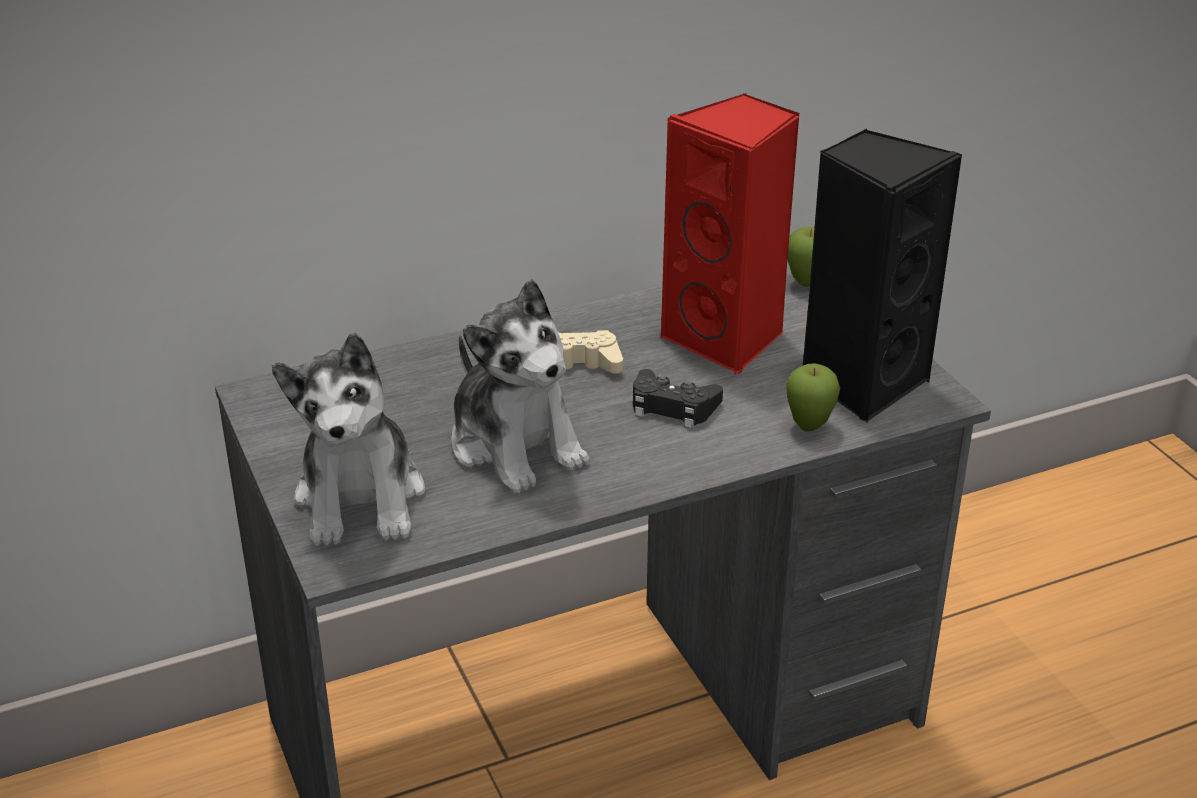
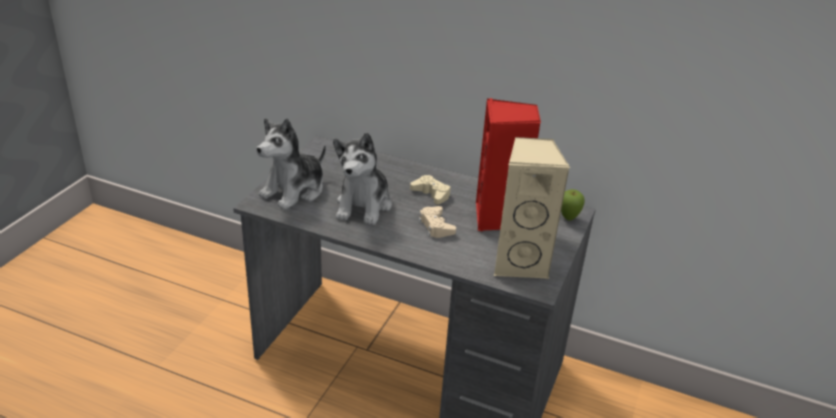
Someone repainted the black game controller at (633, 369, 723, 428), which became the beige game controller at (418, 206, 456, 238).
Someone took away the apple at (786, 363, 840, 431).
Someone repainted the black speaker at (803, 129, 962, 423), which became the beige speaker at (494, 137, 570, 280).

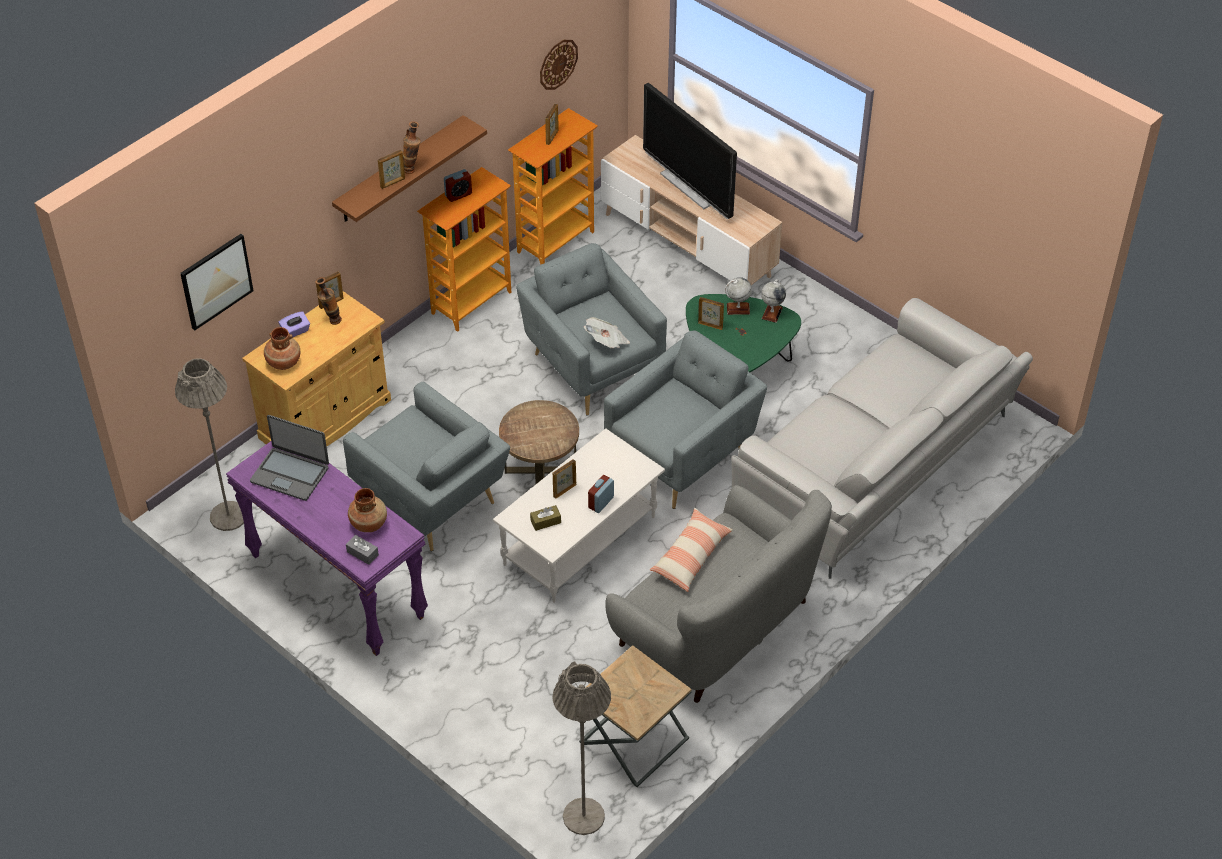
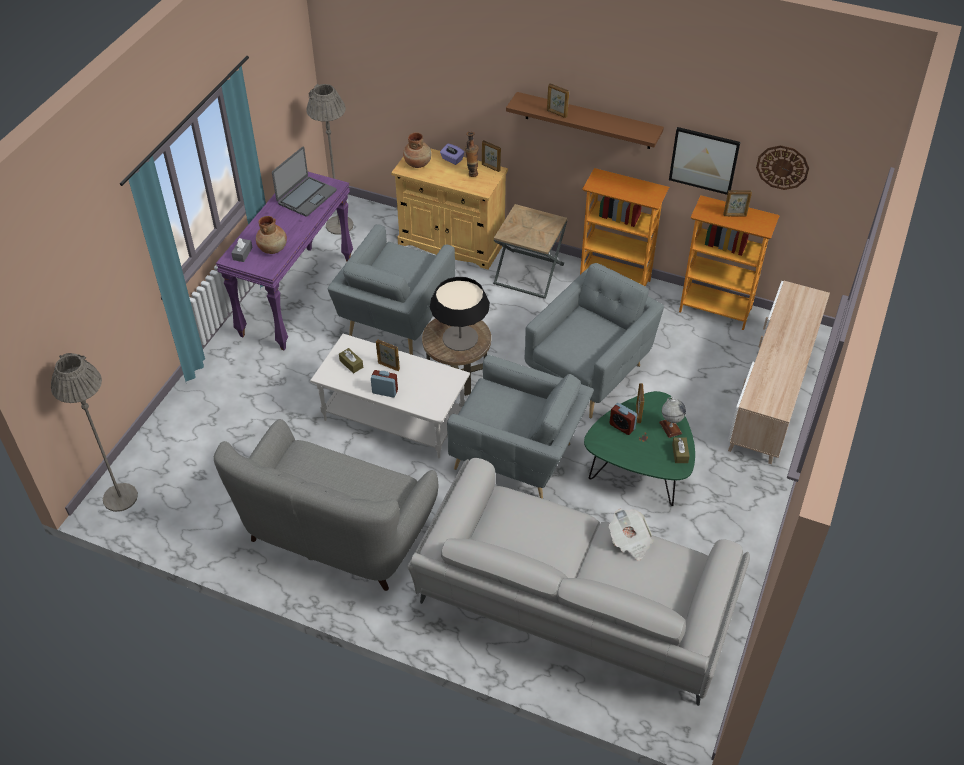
Someone carried the picture from (180, 234, 254, 330) to (669, 127, 740, 195).
Someone rotated the laptop at (250, 415, 329, 501) by 150 degrees counterclockwise.
Someone took away the vase at (403, 122, 421, 174).
Someone carried the alarm clock from (444, 169, 472, 202) to (609, 403, 637, 435).
Someone carried the brown side table from (579, 645, 692, 787) to (493, 204, 567, 299).
Someone carried the newspaper from (584, 317, 630, 349) to (609, 508, 654, 560).
Someone took away the television at (643, 83, 737, 220).
Someone took away the pillow at (650, 508, 733, 592).
Someone swapped the globe at (761, 279, 786, 323) for the brown tissue box at (672, 437, 690, 463).
Someone put down the table lamp at (430, 277, 490, 351).

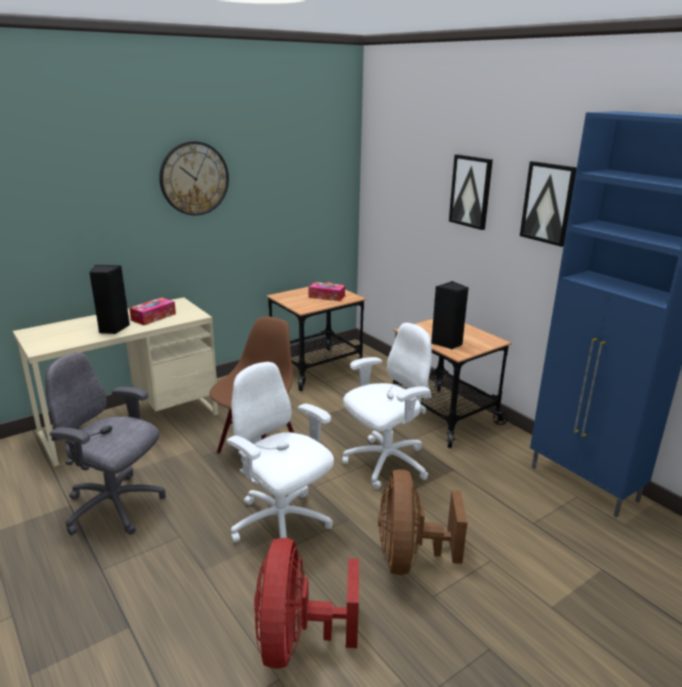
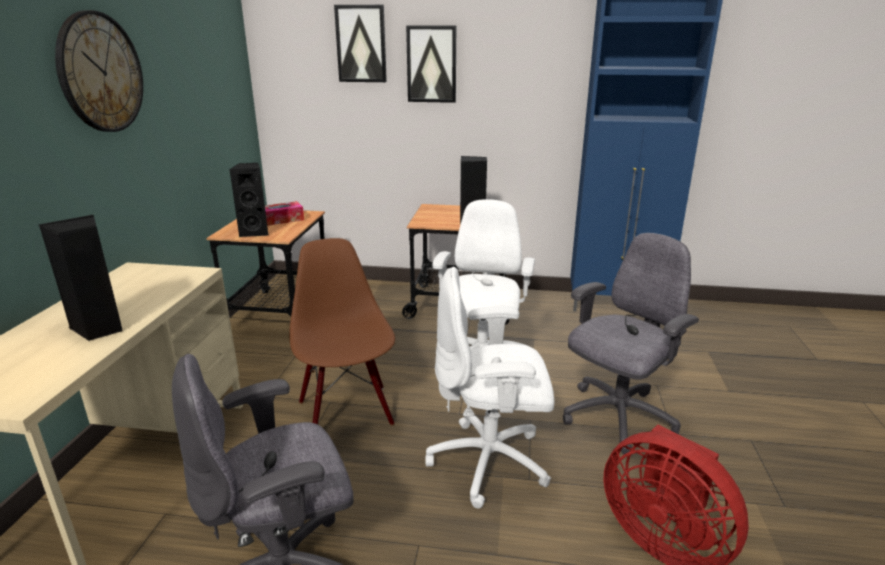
Someone took away the tissue box at (129, 297, 176, 325).
Someone swapped the brown fan at (378, 469, 468, 575) for the grey office chair at (563, 233, 699, 455).
Someone carried the picture from (520, 161, 577, 247) to (334, 5, 387, 82).
Someone put down the black speaker at (229, 163, 269, 237).

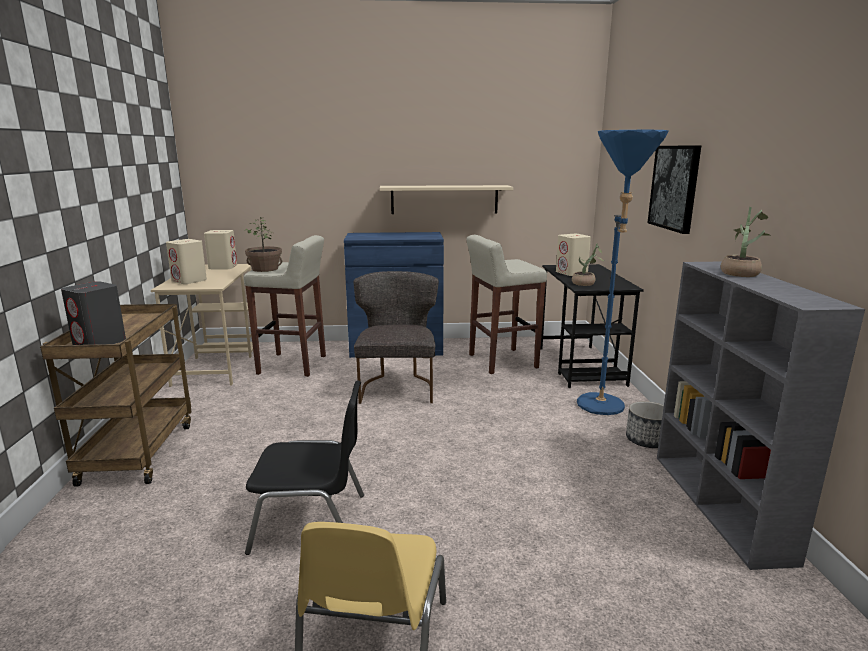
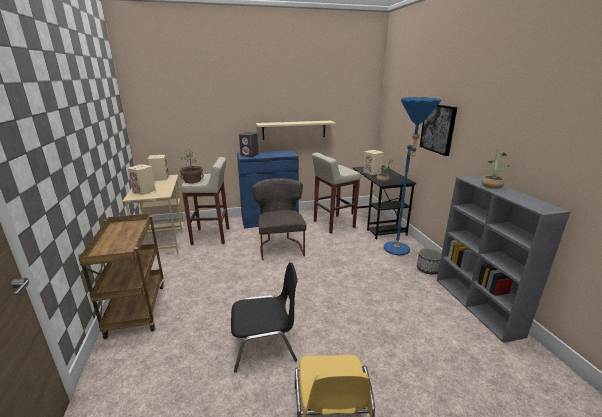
Someone carried the grey speaker from (61, 281, 126, 345) to (239, 132, 259, 157).

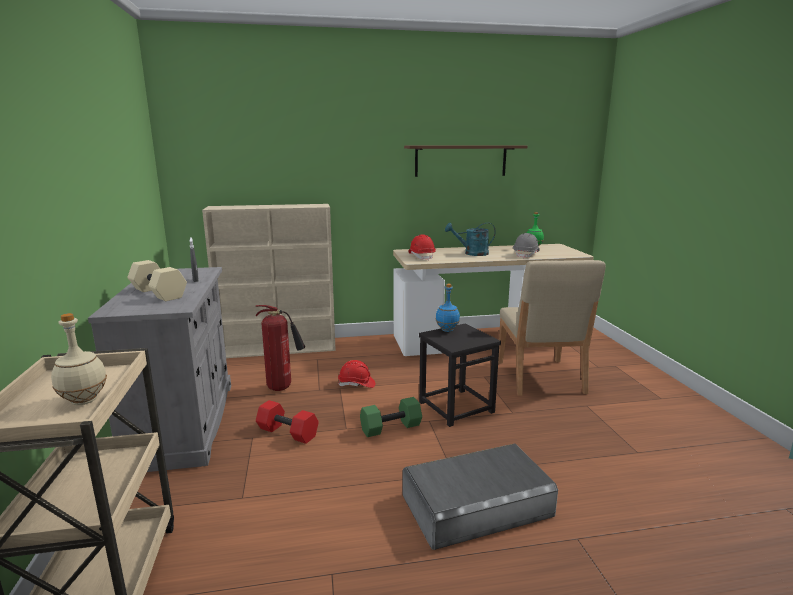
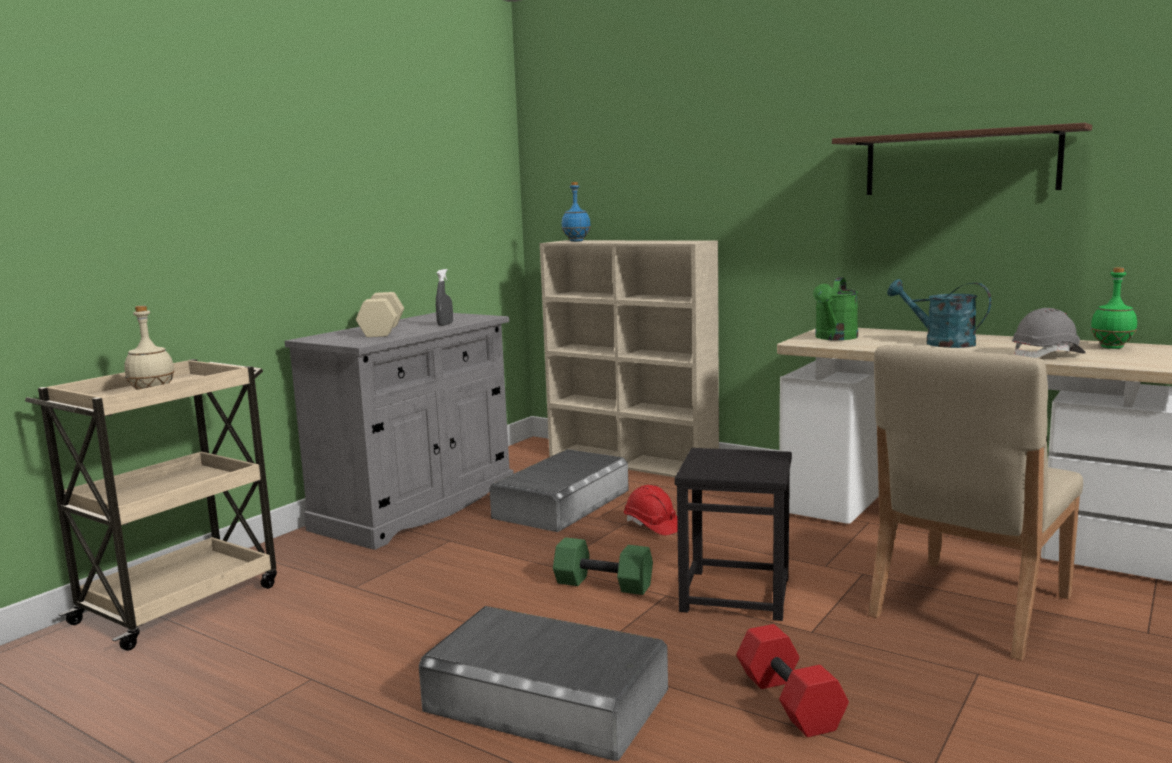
Someone swapped the fire extinguisher at (256, 305, 305, 391) for the grey storage box at (489, 449, 629, 532).
Someone carried the red dumbbell from (256, 400, 319, 444) to (737, 624, 849, 737).
Someone swapped the red hard hat at (408, 235, 436, 261) for the green watering can at (813, 277, 858, 340).
Someone carried the blue bottle from (436, 284, 460, 332) to (562, 182, 591, 242).

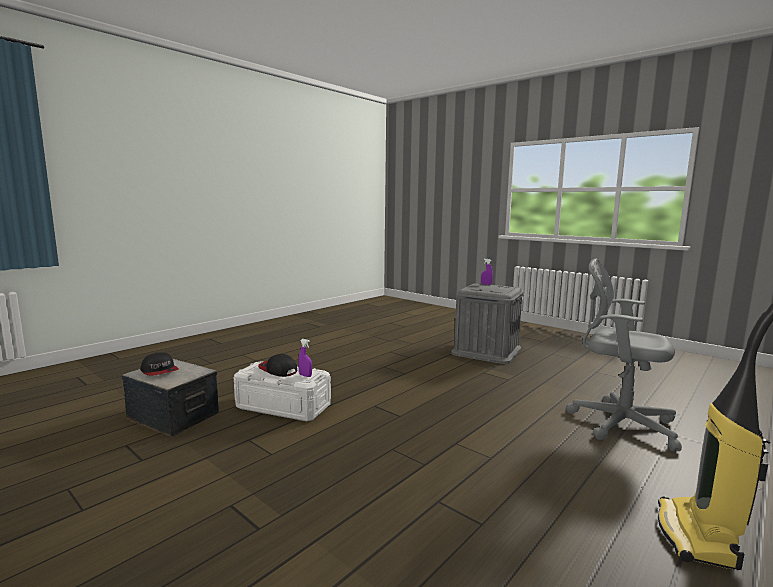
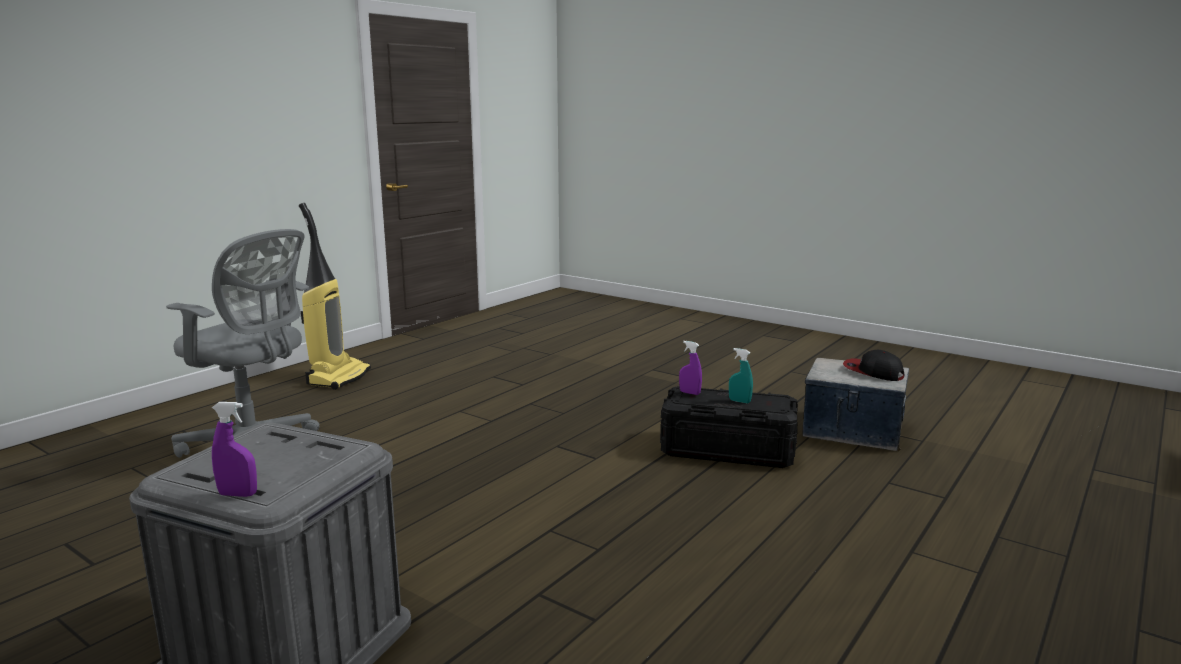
Someone repainted the white storage box at (234, 361, 331, 421), which became the black storage box at (660, 386, 798, 468).
Someone swapped the cap at (258, 354, 297, 377) for the turquoise spray bottle at (729, 348, 753, 403).

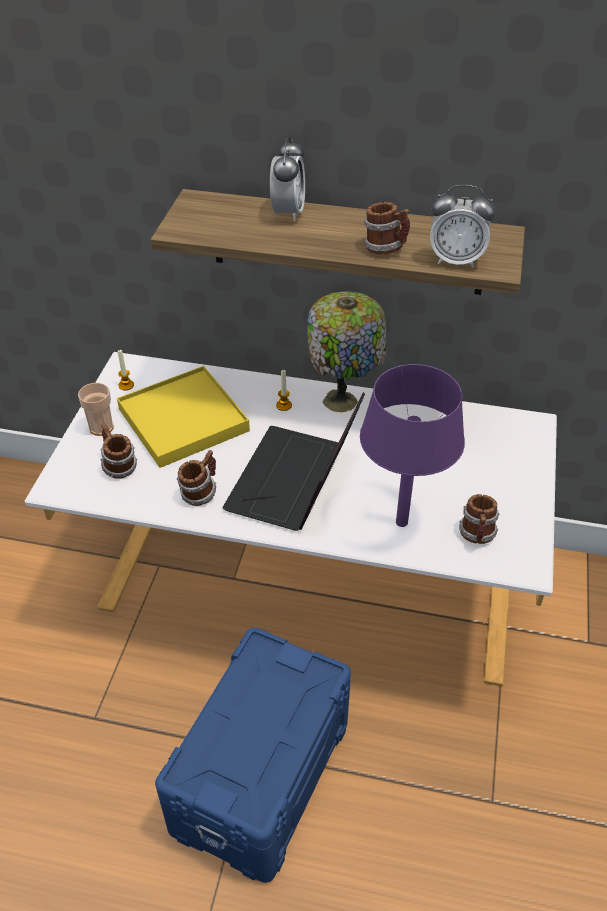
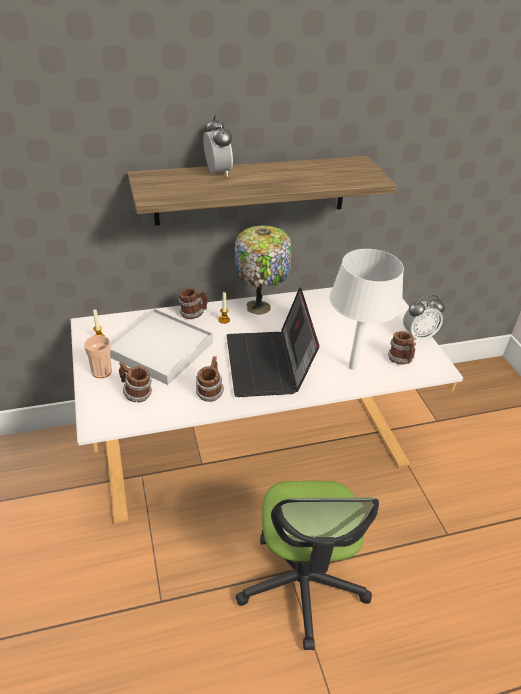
Someone repainted the yellow tray at (117, 366, 250, 468), which became the white tray at (110, 308, 213, 385).
Someone swapped the blue storage box at (155, 628, 351, 883) for the office chair at (236, 481, 379, 650).
Someone repainted the purple table lamp at (360, 364, 465, 527), which became the white table lamp at (329, 249, 404, 370).
Someone carried the mug from (364, 202, 410, 255) to (179, 288, 208, 319).
Someone carried the alarm clock from (430, 184, 496, 268) to (403, 295, 445, 340).

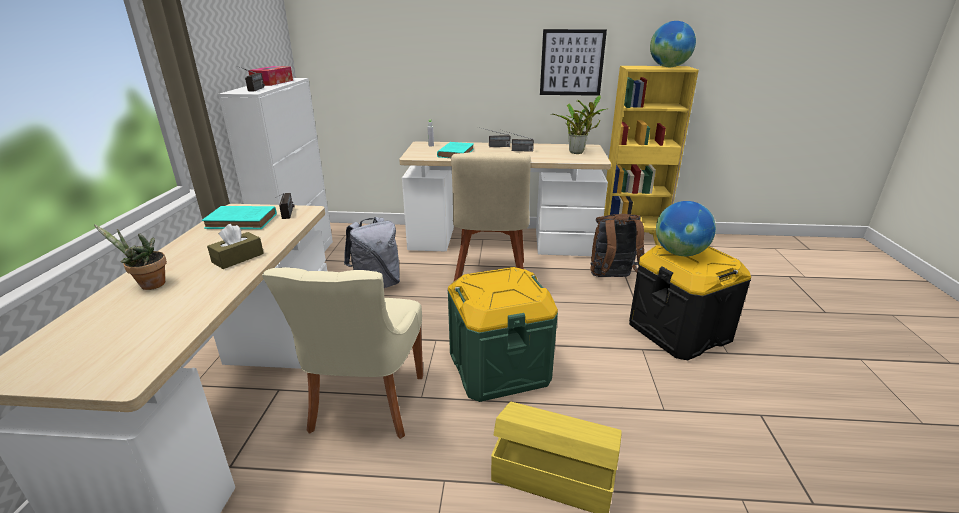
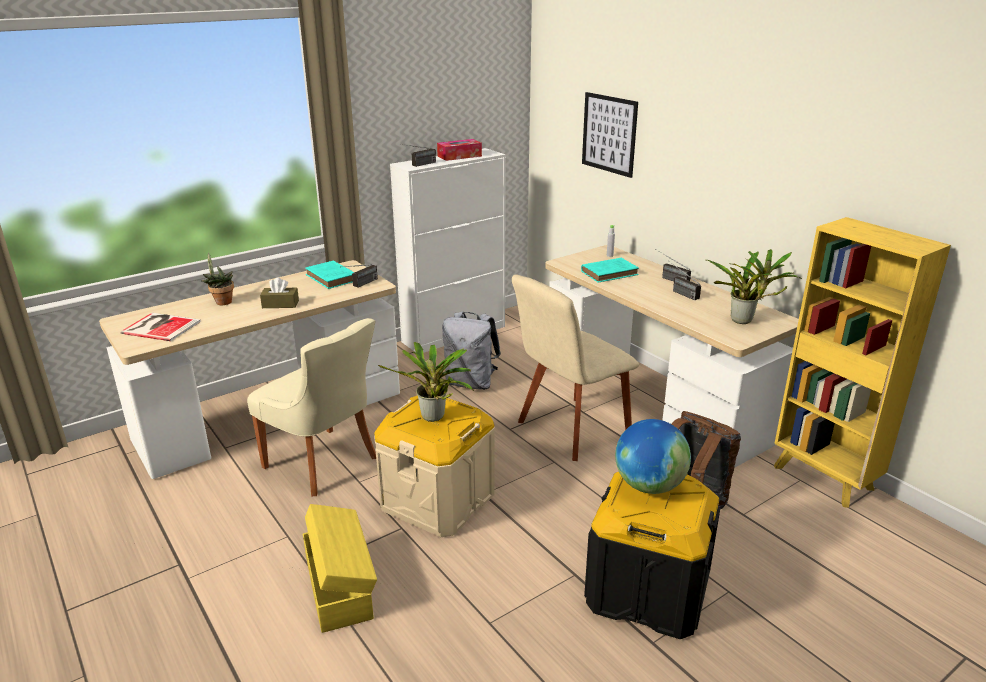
Someone rotated the beige chair at (262, 267, 423, 439) by 105 degrees counterclockwise.
Someone repainted the green storage box at (447, 267, 558, 402), which became the beige storage box at (374, 396, 495, 537).
Someone carried the picture from (540, 29, 607, 96) to (582, 92, 638, 178).
Someone took away the globe at (650, 21, 696, 67).
Someone put down the book at (120, 313, 201, 341).
Someone put down the potted plant at (378, 342, 474, 422).

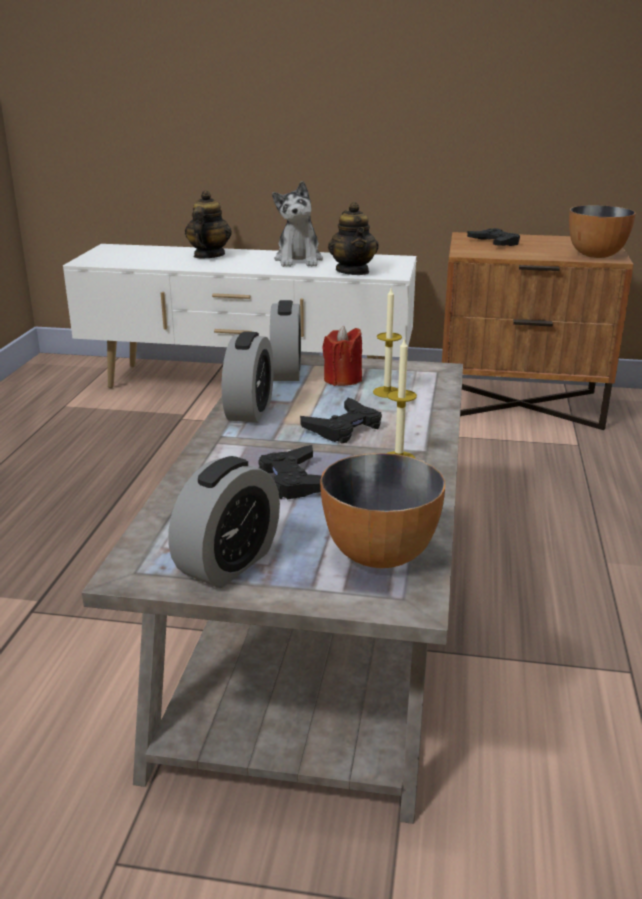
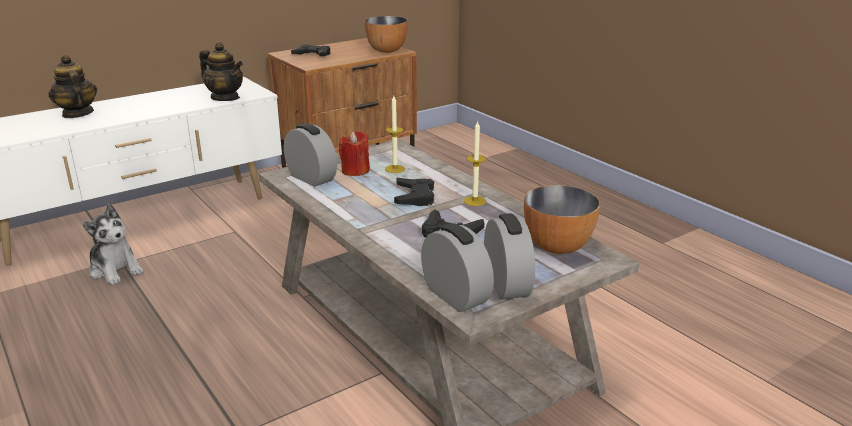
Someone carried the alarm clock from (222, 331, 274, 423) to (421, 224, 494, 312).
Someone carried the plush toy from (272, 181, 323, 267) to (82, 204, 144, 285).

